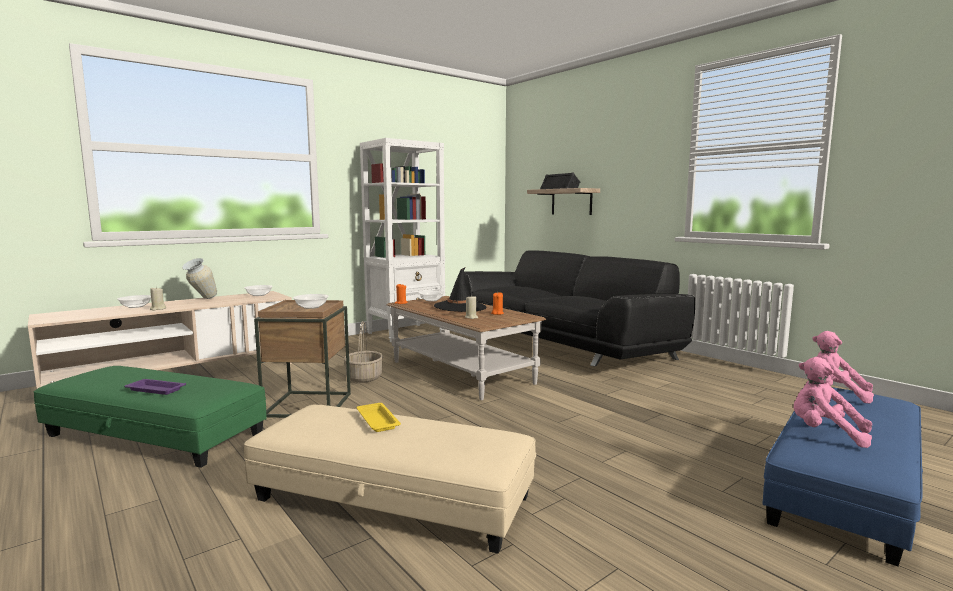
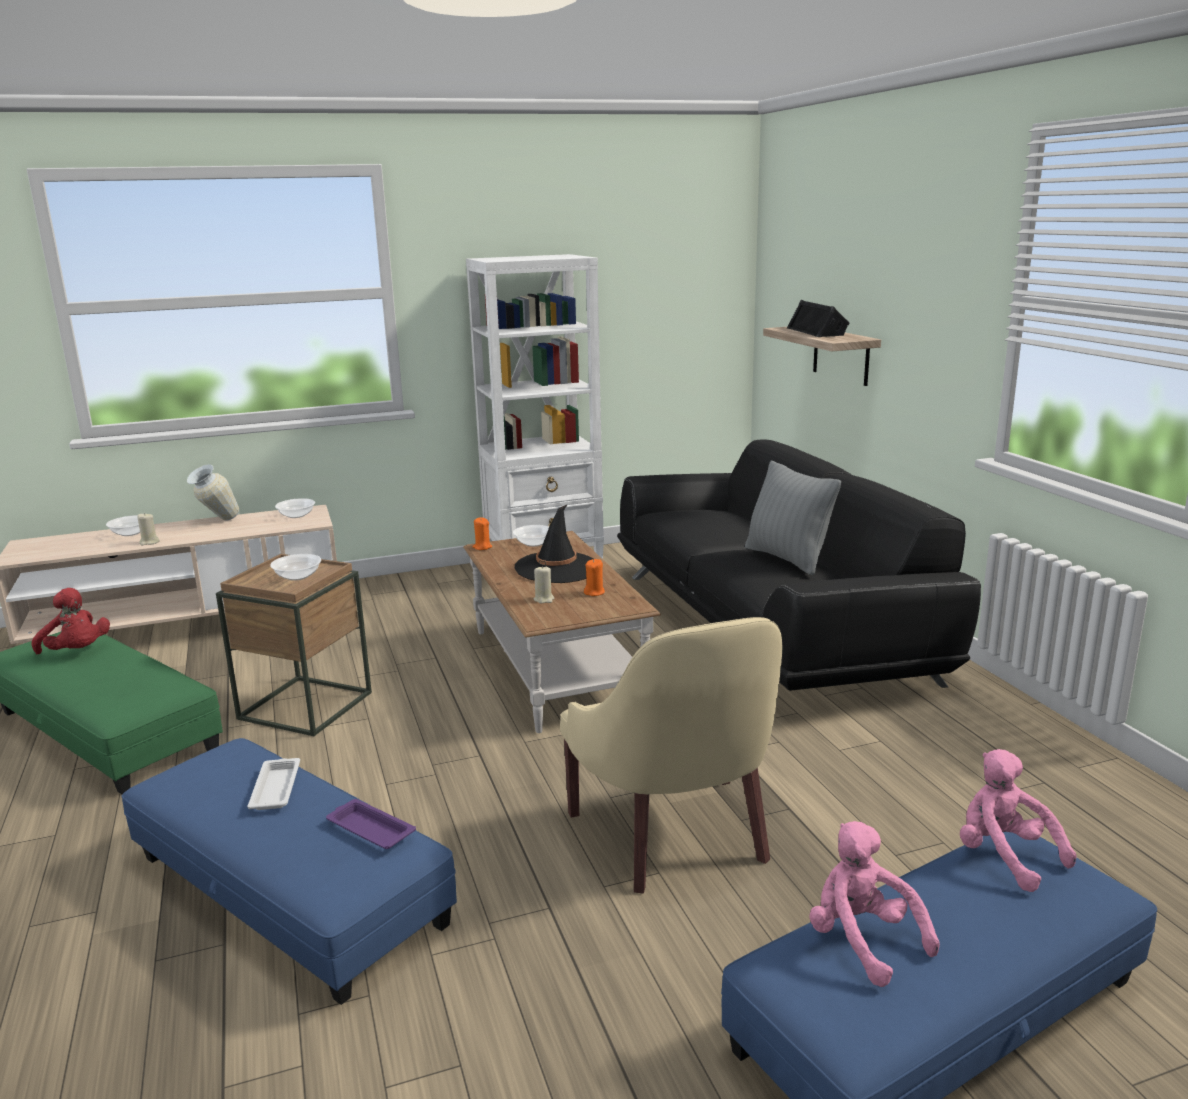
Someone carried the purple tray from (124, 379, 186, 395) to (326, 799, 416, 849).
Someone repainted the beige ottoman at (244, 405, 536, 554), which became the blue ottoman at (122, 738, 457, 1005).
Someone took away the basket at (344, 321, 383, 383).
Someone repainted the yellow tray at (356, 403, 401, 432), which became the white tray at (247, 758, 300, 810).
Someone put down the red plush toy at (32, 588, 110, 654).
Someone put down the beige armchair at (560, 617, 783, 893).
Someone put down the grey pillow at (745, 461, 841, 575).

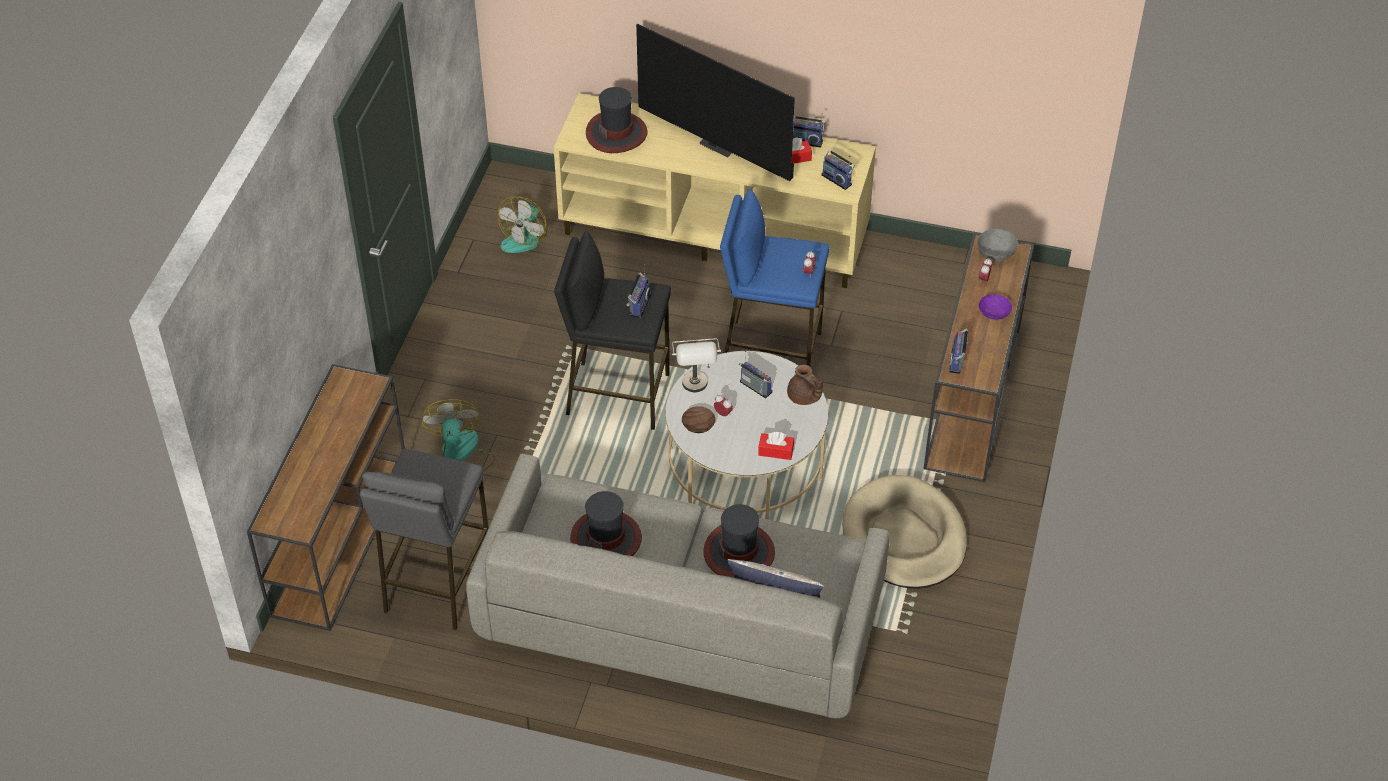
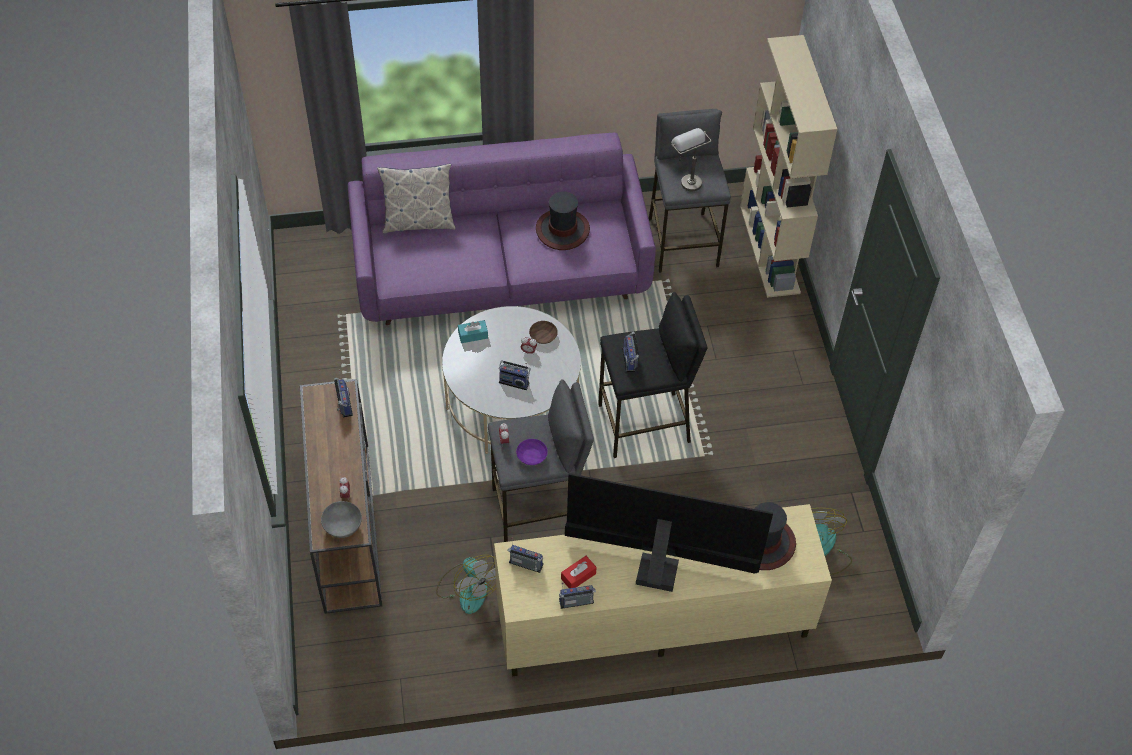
Someone swapped the brown console table at (247, 364, 405, 631) for the beige bookcase at (740, 35, 837, 298).
Someone carried the fan from (421, 399, 495, 471) to (436, 555, 496, 614).
Someone repainted the grey sofa at (466, 454, 890, 718), which became the purple sofa at (348, 133, 656, 325).
Someone carried the grey table lamp from (672, 338, 721, 392) to (671, 128, 712, 191).
Someone took away the hat at (703, 504, 775, 578).
Someone repainted the blue stool at (720, 189, 830, 366), which became the grey stool at (488, 379, 594, 542).
Someone repainted the red tissue box at (758, 432, 794, 460), which became the turquoise tissue box at (458, 320, 488, 343).
Someone took away the brown teapot at (787, 365, 823, 405).
Someone took away the beige dog bed at (842, 475, 967, 589).
Someone carried the purple bowl from (979, 294, 1012, 320) to (516, 439, 548, 465).

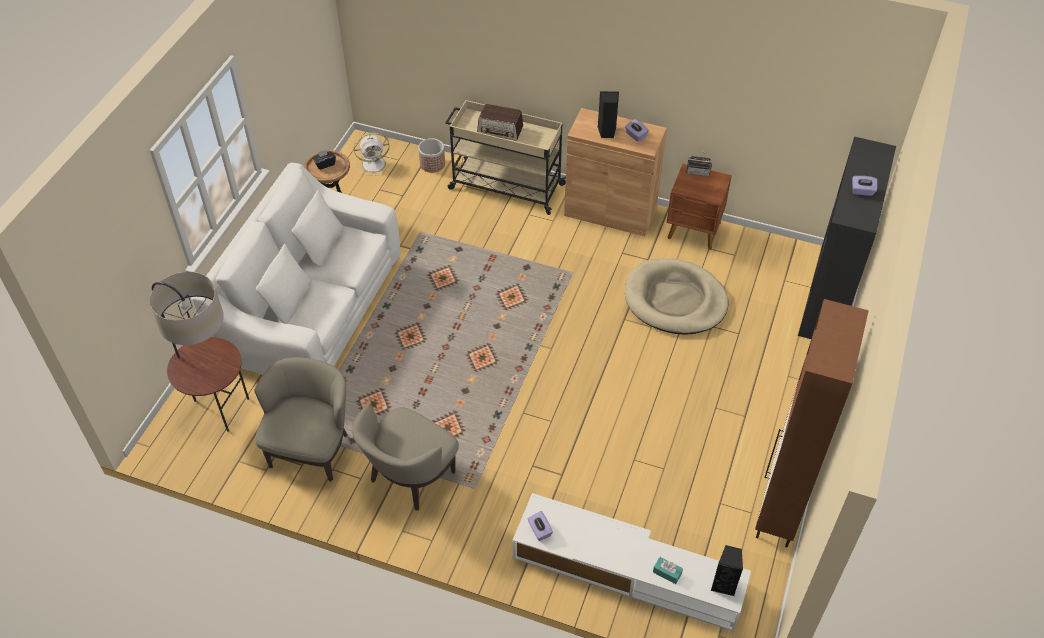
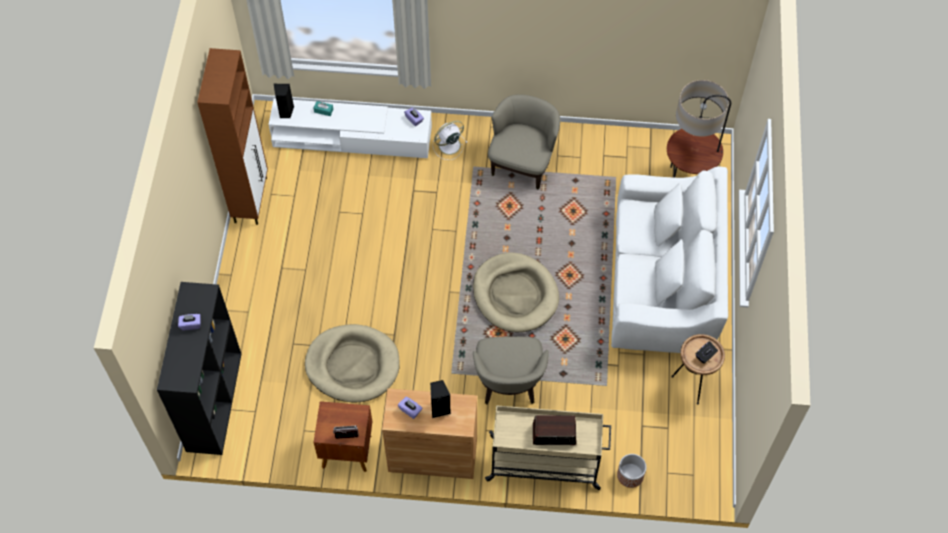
Someone carried the beige armchair from (254, 357, 347, 482) to (473, 336, 549, 405).
Someone carried the white fan from (354, 132, 392, 176) to (433, 121, 468, 160).
Someone put down the beige dog bed at (473, 252, 559, 332).

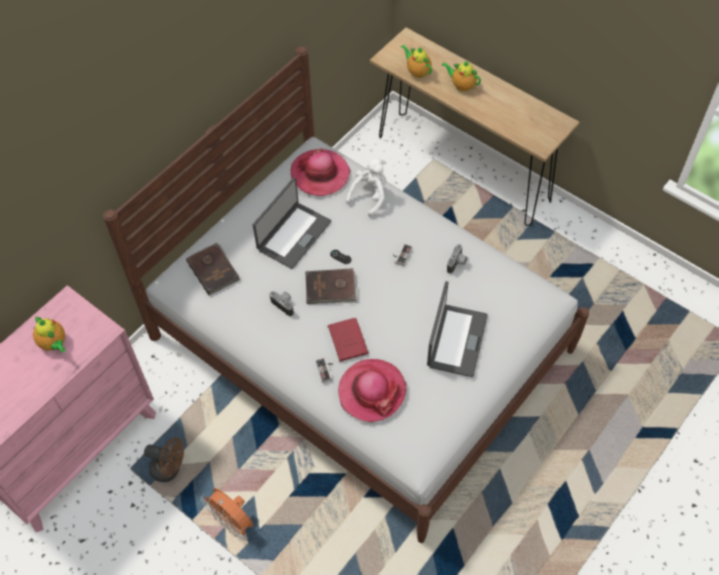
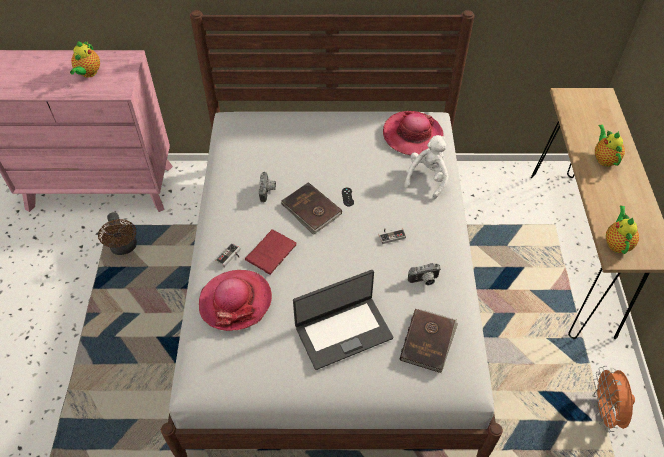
Someone carried the brown book from (186, 242, 240, 295) to (400, 309, 458, 373).
Someone carried the orange fan from (201, 488, 253, 540) to (593, 366, 635, 432).
Someone took away the laptop at (253, 177, 331, 269).
Someone rotated the white plush toy at (346, 158, 386, 217) by 60 degrees counterclockwise.
Someone carried the teapot from (401, 45, 432, 78) to (606, 206, 639, 254).

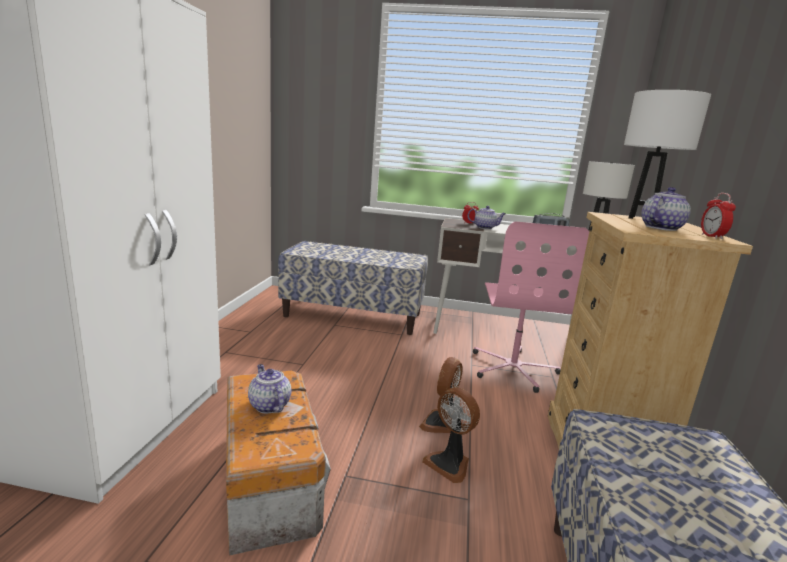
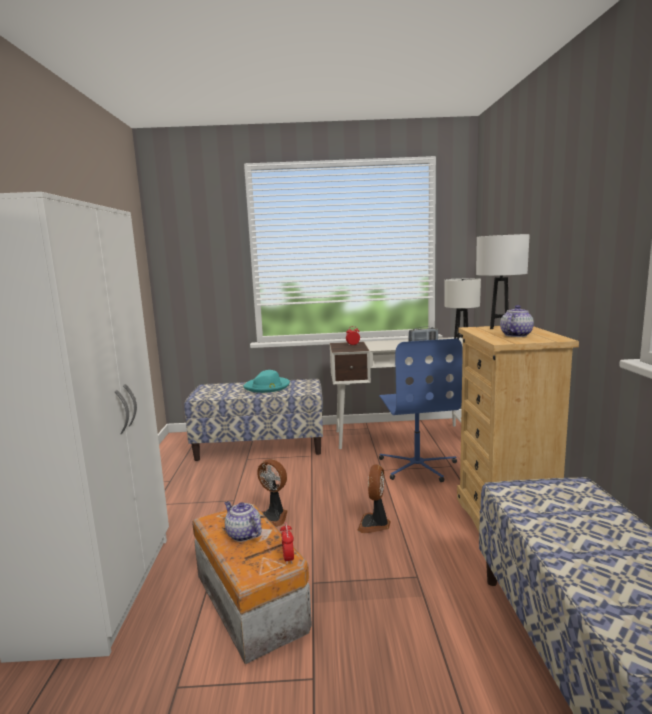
Someone carried the fan from (422, 387, 480, 483) to (257, 459, 288, 527).
Someone took away the teapot at (468, 206, 506, 229).
Someone repainted the pink office chair at (473, 221, 589, 393), which became the blue office chair at (379, 339, 463, 482).
Someone carried the alarm clock from (701, 193, 736, 239) to (280, 522, 294, 565).
Someone put down the turquoise hat at (243, 370, 290, 393).

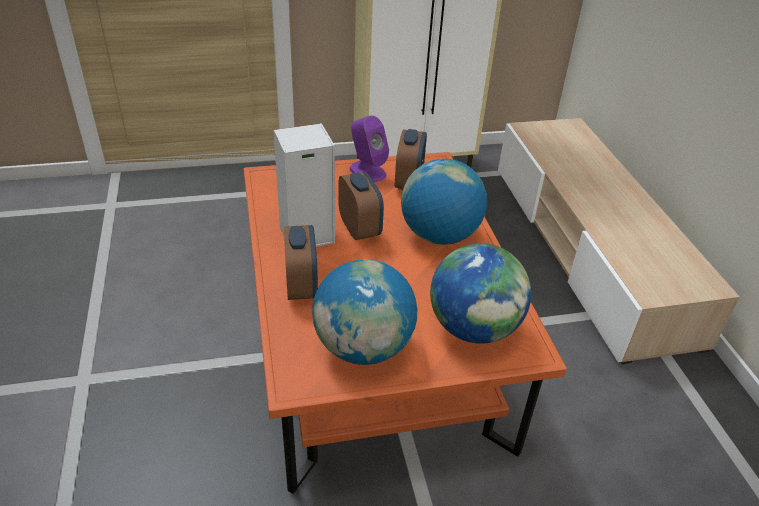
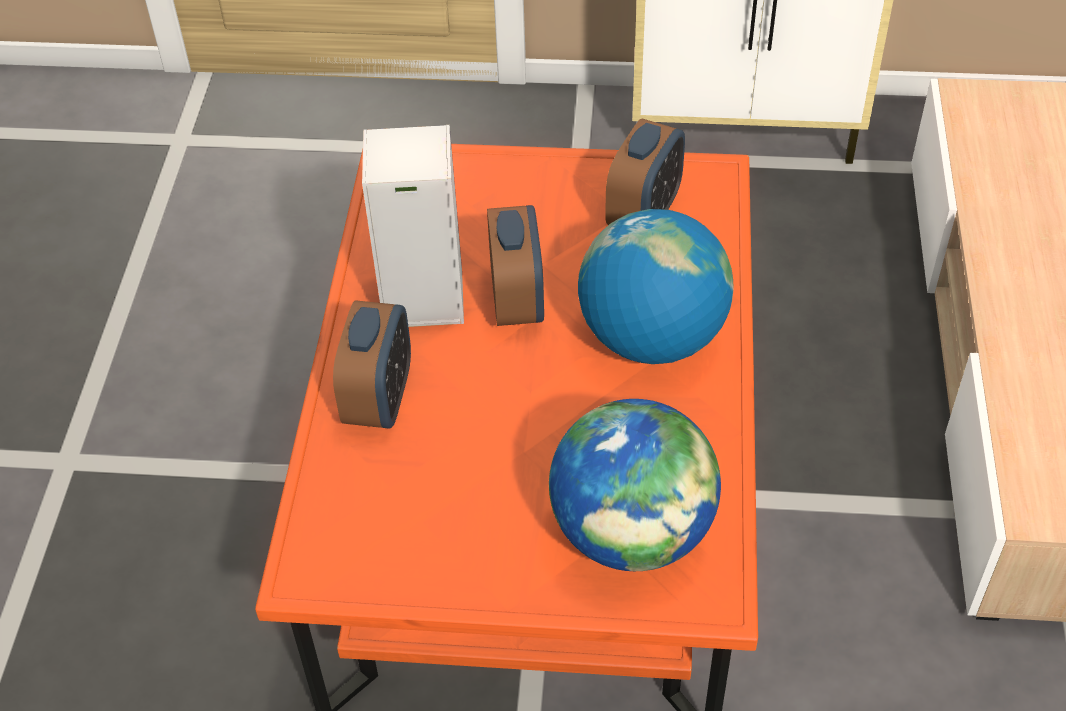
Someone took away the globe at (312, 259, 417, 365).
Someone took away the purple speaker at (350, 116, 389, 182).

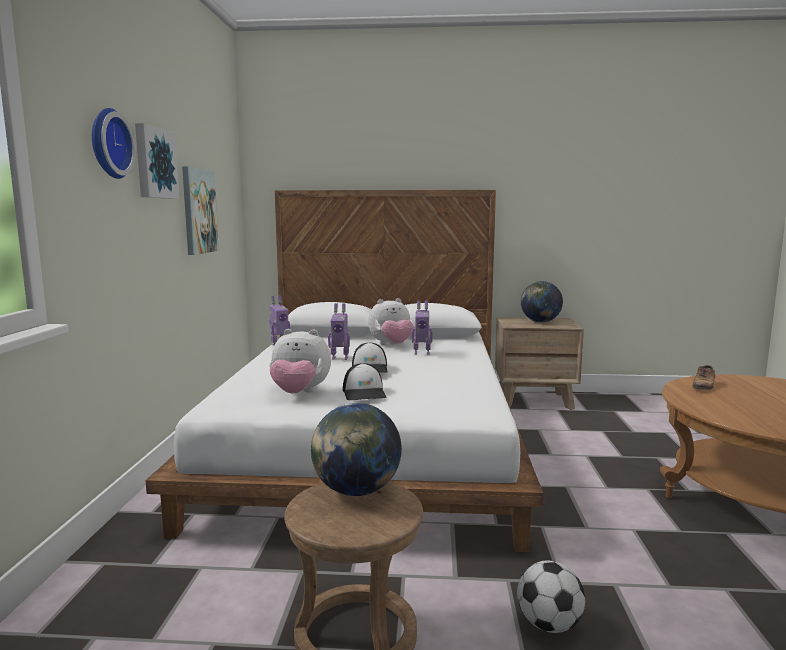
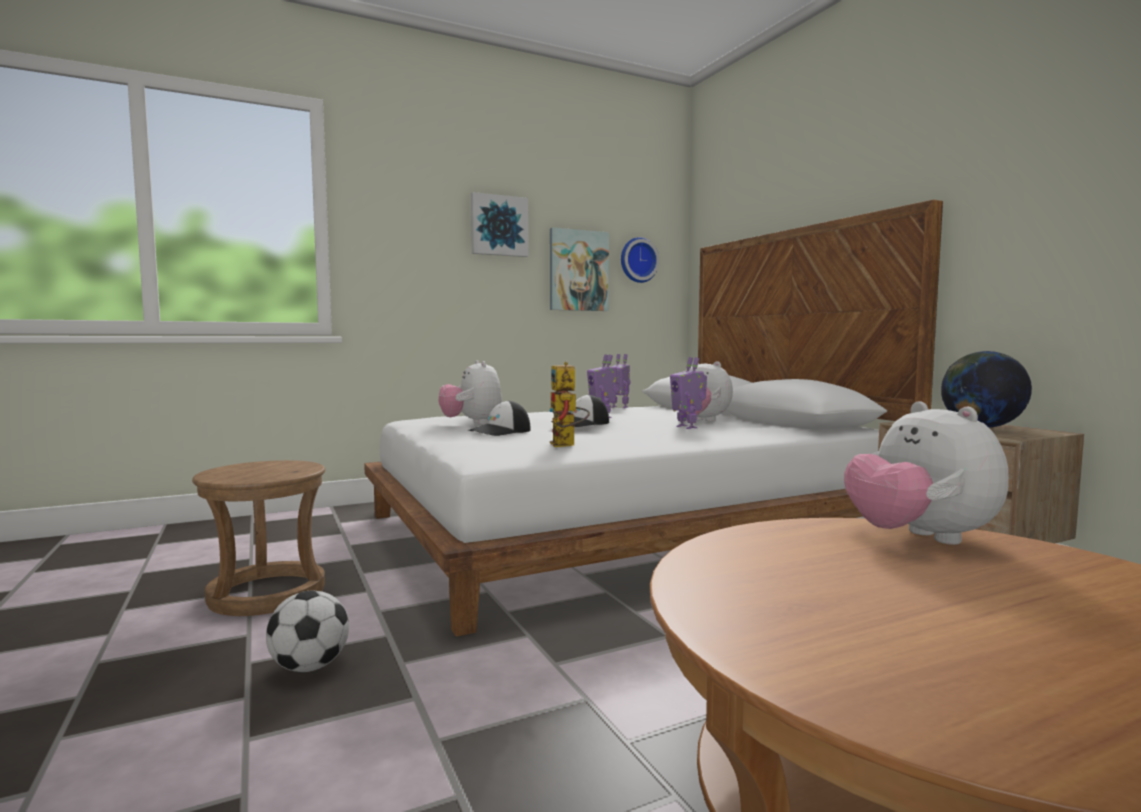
Someone carried the wall clock from (92, 108, 136, 179) to (621, 237, 659, 283).
Someone took away the globe at (311, 403, 402, 496).
Someone swapped the shoe at (692, 365, 715, 390) for the plush toy at (844, 401, 1009, 545).
Someone put down the toy robot at (549, 362, 590, 447).

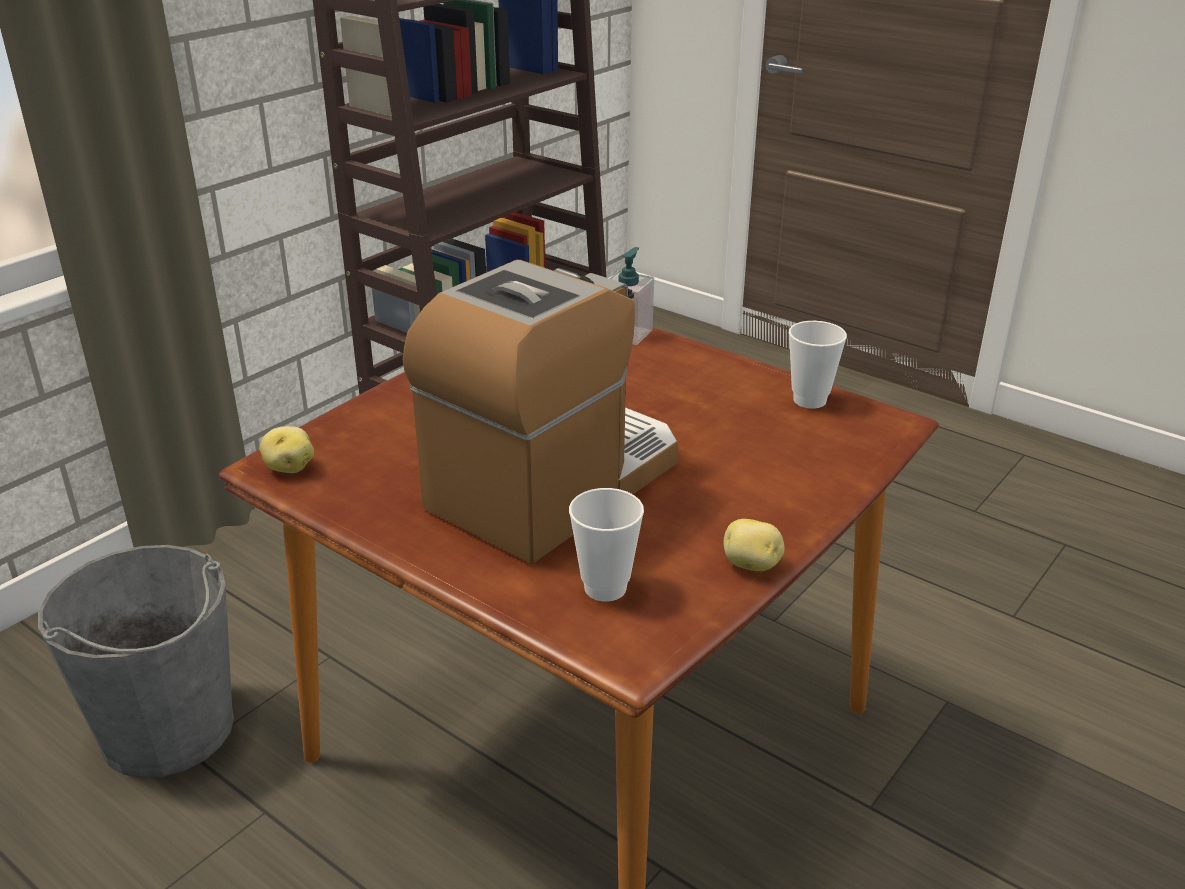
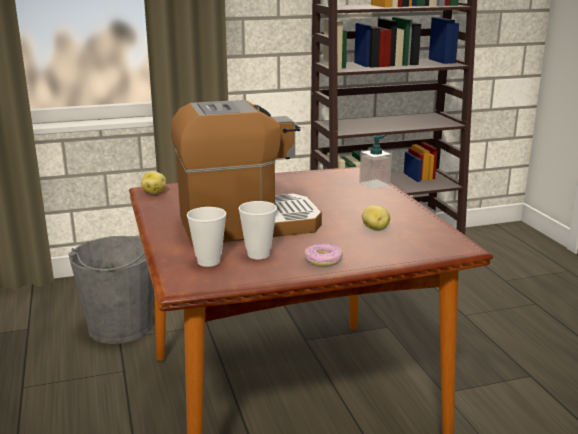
Someone carried the potato from (723, 519, 785, 571) to (362, 205, 390, 231).
Someone carried the cup from (789, 321, 847, 409) to (239, 201, 277, 259).
Someone put down the donut at (304, 243, 343, 267).

